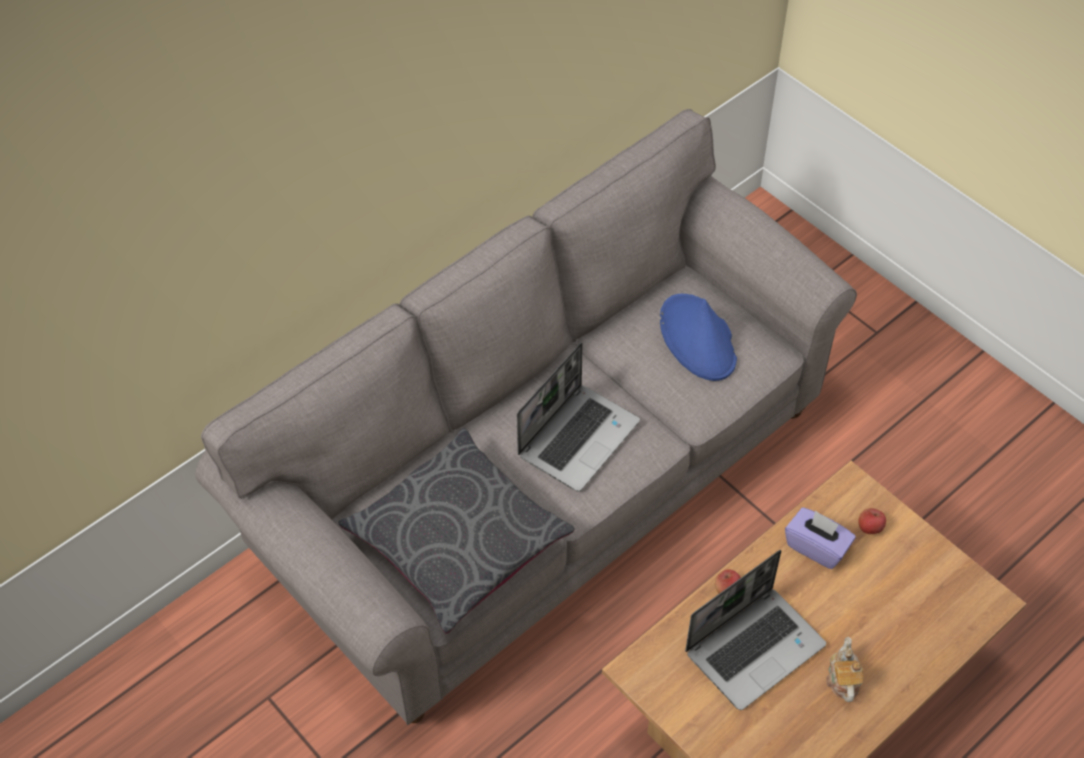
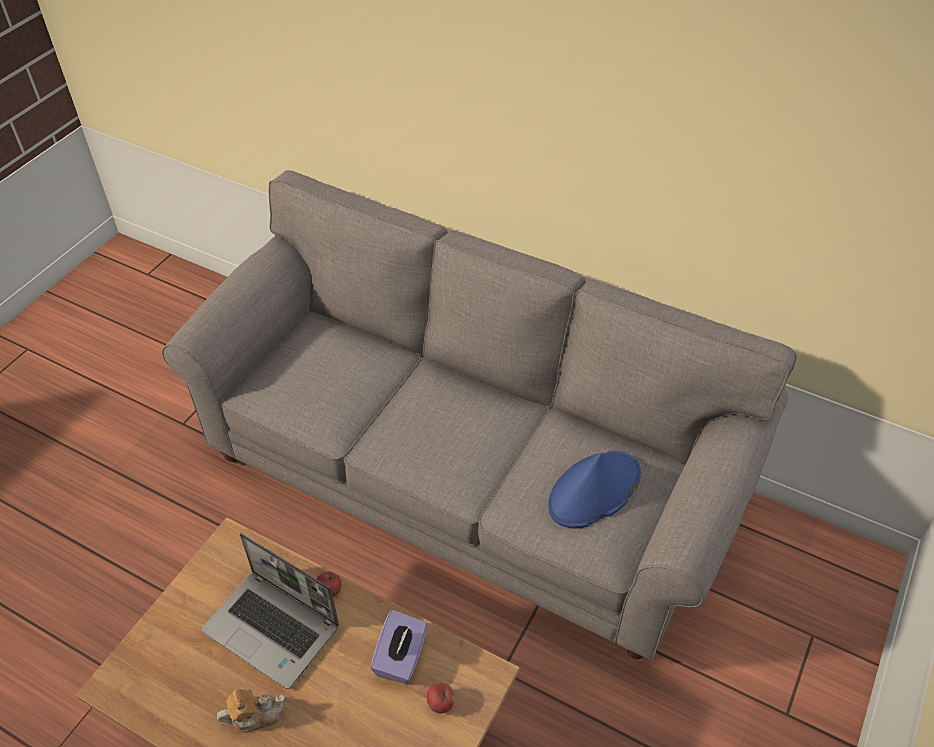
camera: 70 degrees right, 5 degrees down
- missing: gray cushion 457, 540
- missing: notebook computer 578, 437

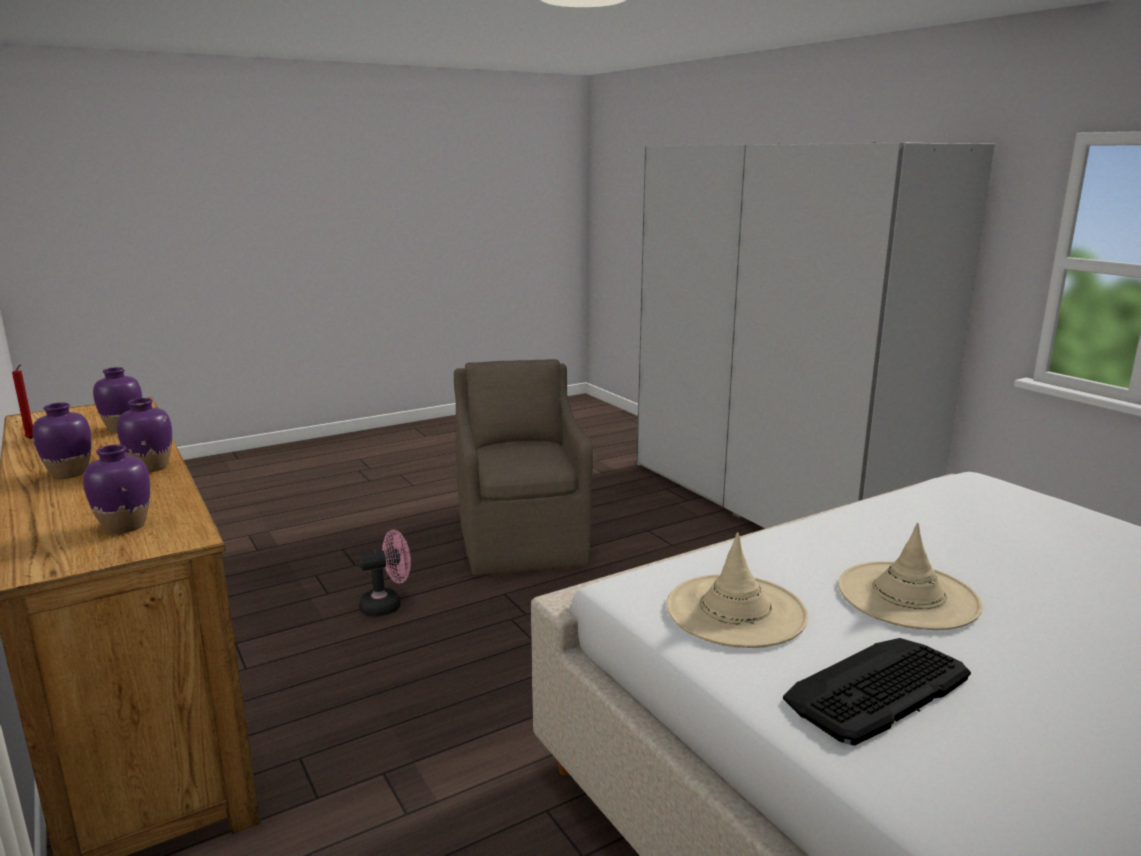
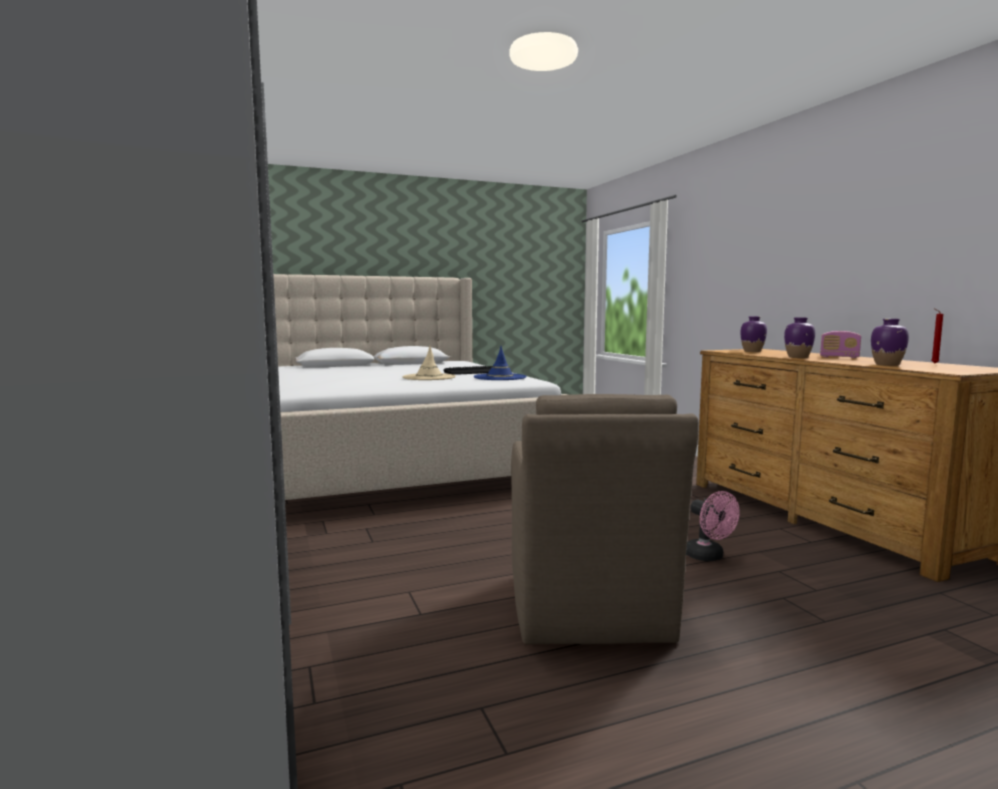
camera: 170 degrees left, 10 degrees down
- exchanged: purple decorative vase 69, 473 to radio set 839, 357
- colour: beige wearable hat 736, 611 to blue wearable hat 500, 377
- spun: pink cooling fan 387, 605 = 708, 557 105 degrees counterclockwise

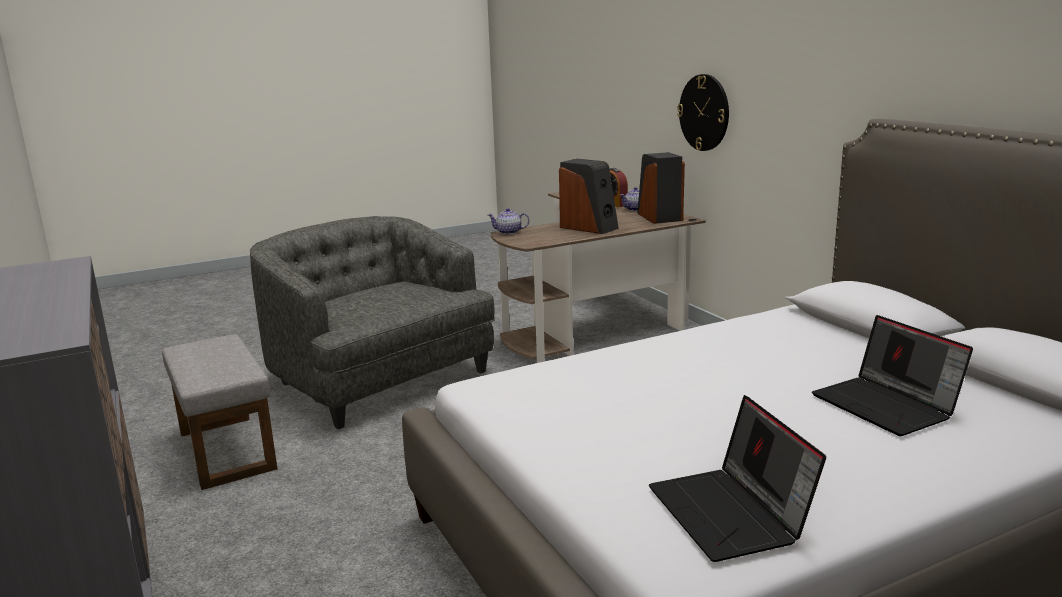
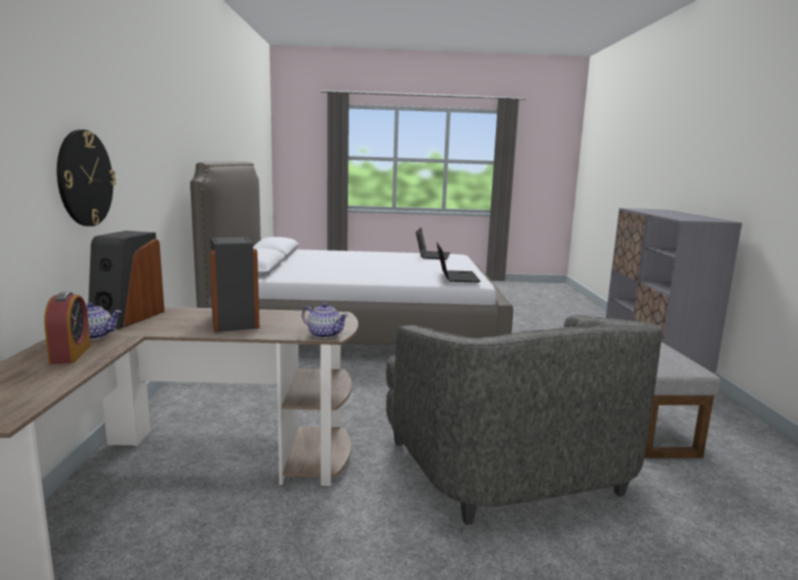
camera: 155 degrees left, 5 degrees down
- relocated: notebook computer 887, 406 to 455, 277

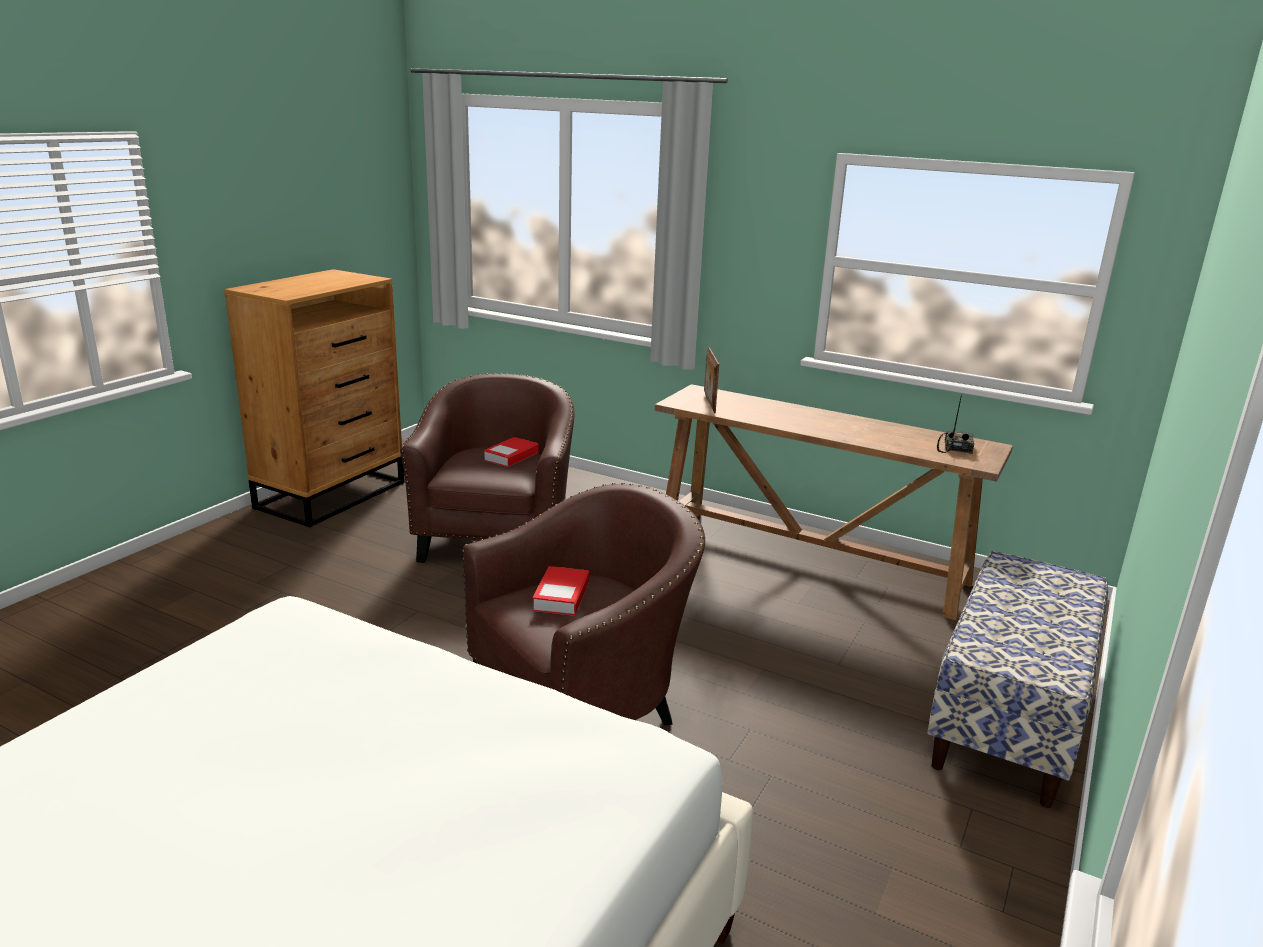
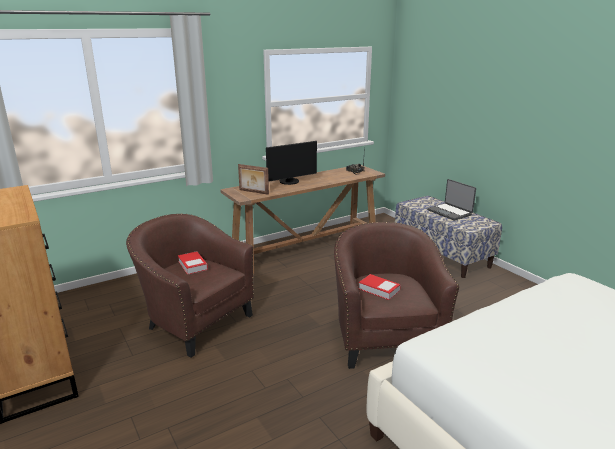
camera: 60 degrees left, 0 degrees up
- appeared: monitor 290, 182
- appeared: notebook computer 450, 212

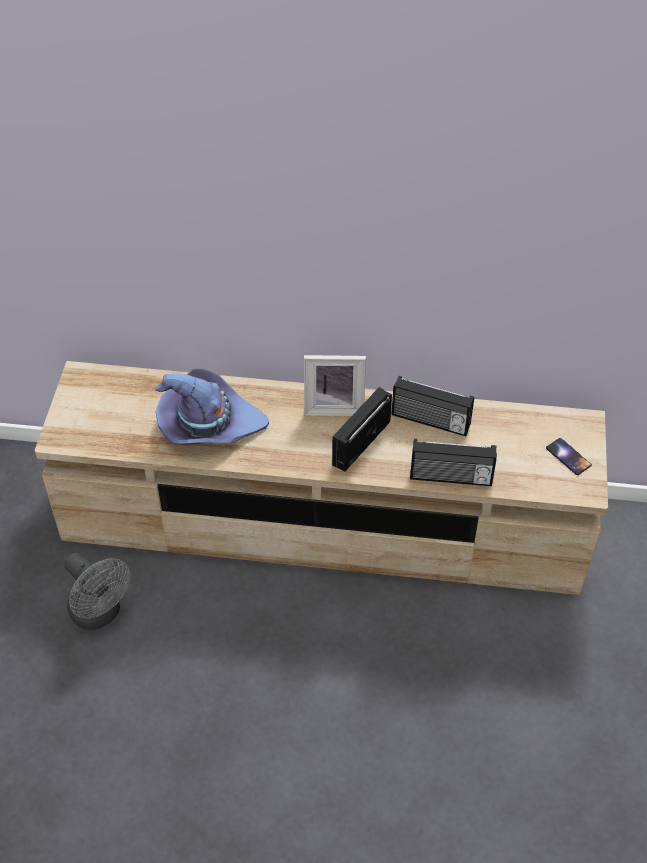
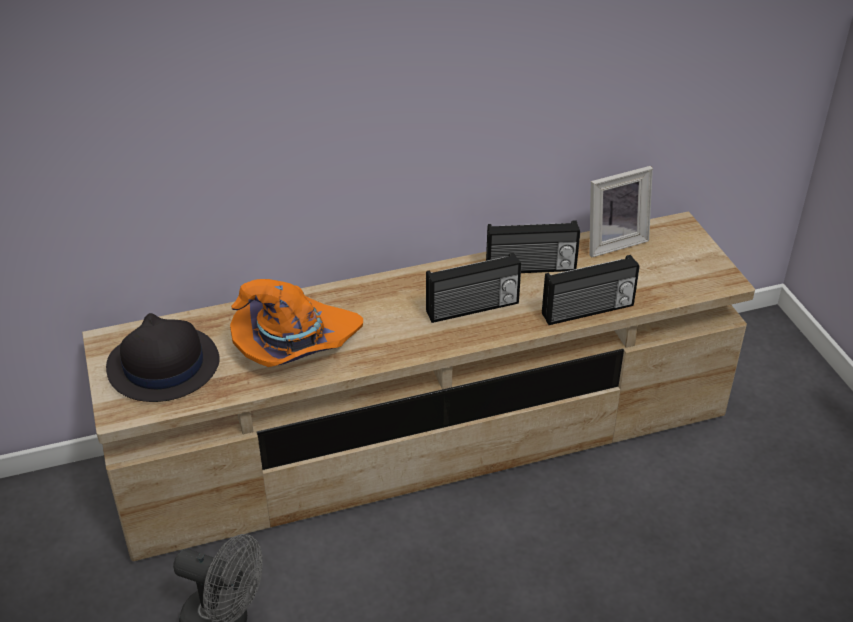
camera: 25 degrees left, 10 degrees down
- missing: phone 568, 456
- appeared: blackish wearable hat 162, 365
- relocated: photo frame 334, 406 to 612, 241
- colour: purple wearable hat 208, 424 to orangey wearable hat 294, 342
- spun: radio set 360, 442 = 473, 309 120 degrees counterclockwise

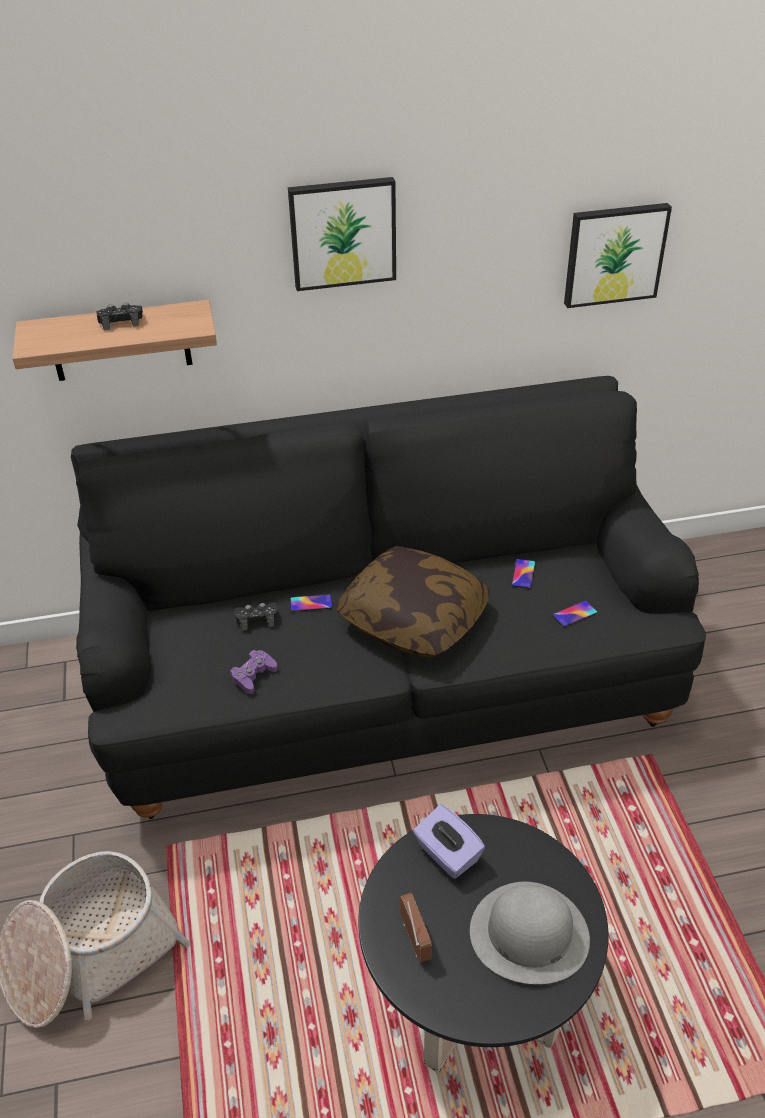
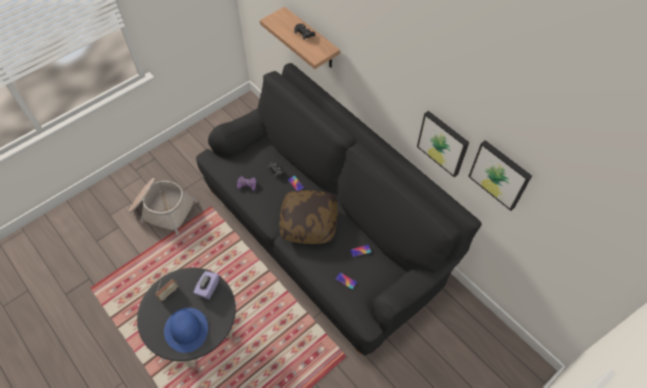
camera: 60 degrees right, 15 degrees up
- relocated: picture 342, 233 to 443, 143
- colour: gray wearable hat 528, 934 to blue wearable hat 186, 329

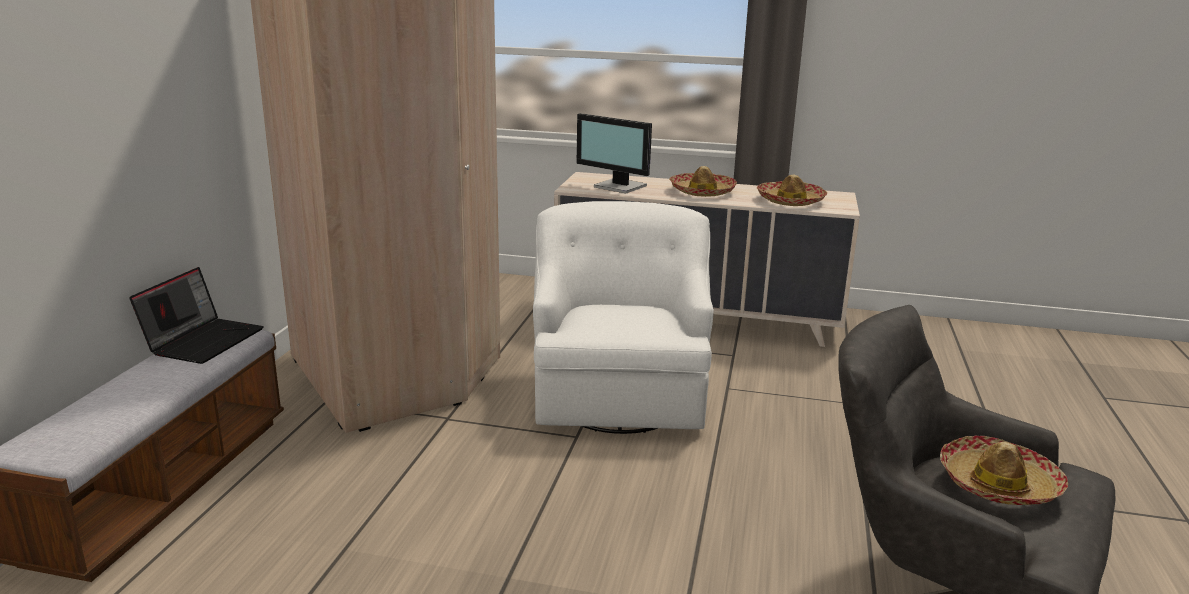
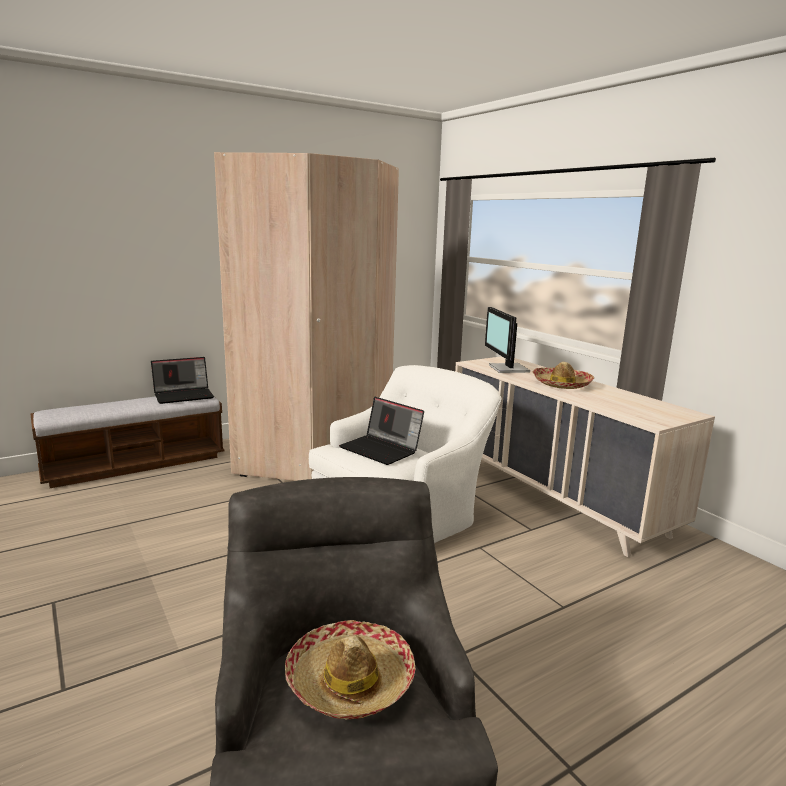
camera: 45 degrees right, 5 degrees down
- missing: wearable hat 790, 201
- appeared: notebook computer 382, 449

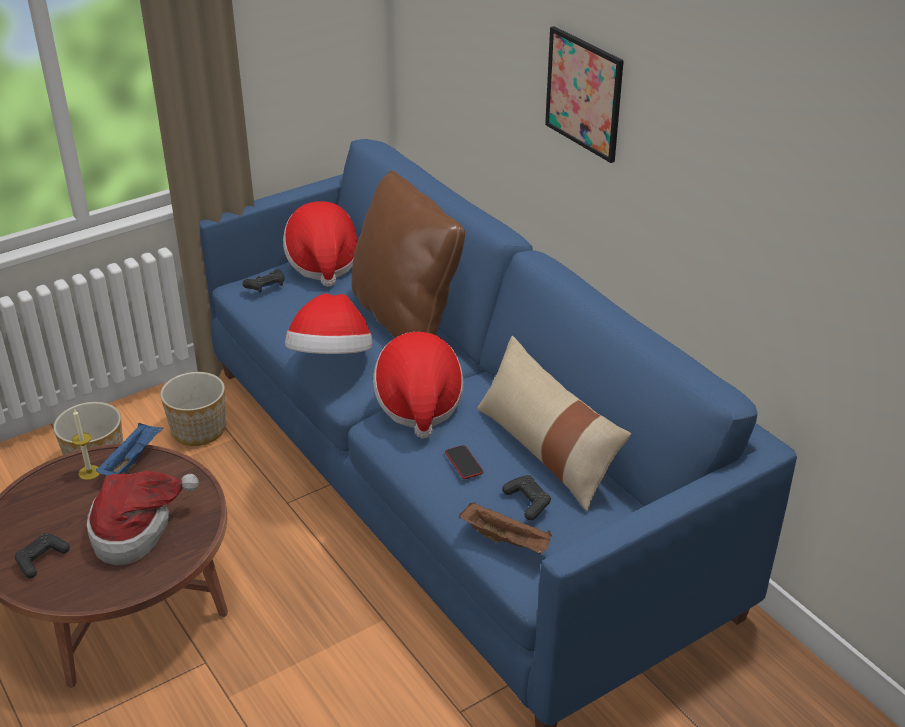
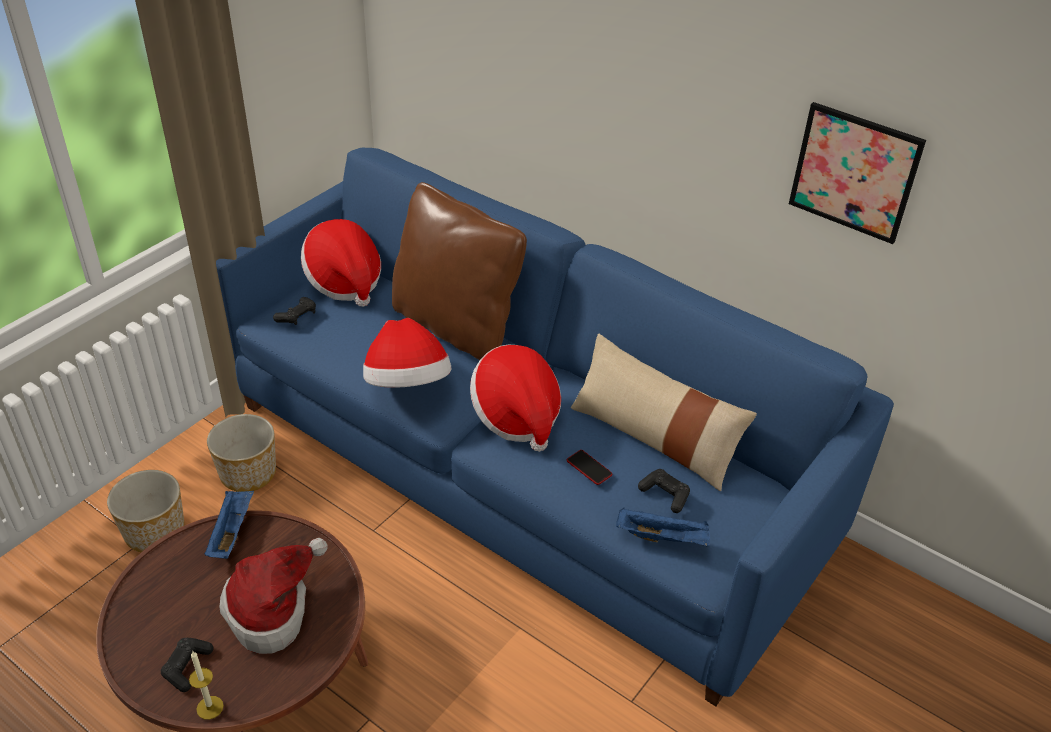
camera: 20 degrees left, 5 degrees up
- relocated: wax light 89, 472 to 210, 707
- relocated: picture 584, 93 to 854, 172
- colour: brown carrying tray 506, 540 to blue carrying tray 663, 537

